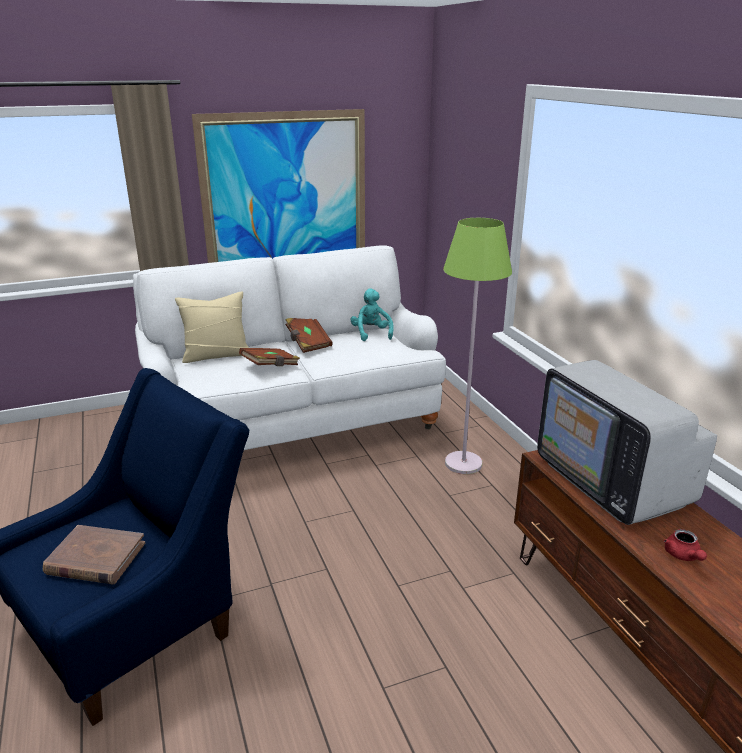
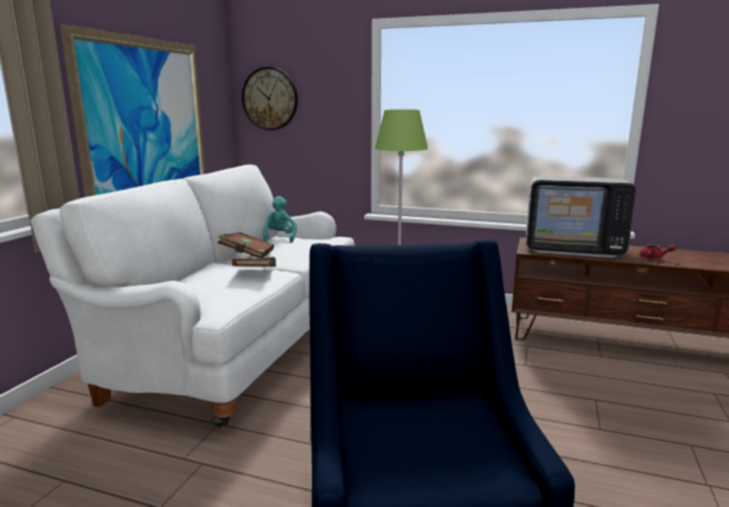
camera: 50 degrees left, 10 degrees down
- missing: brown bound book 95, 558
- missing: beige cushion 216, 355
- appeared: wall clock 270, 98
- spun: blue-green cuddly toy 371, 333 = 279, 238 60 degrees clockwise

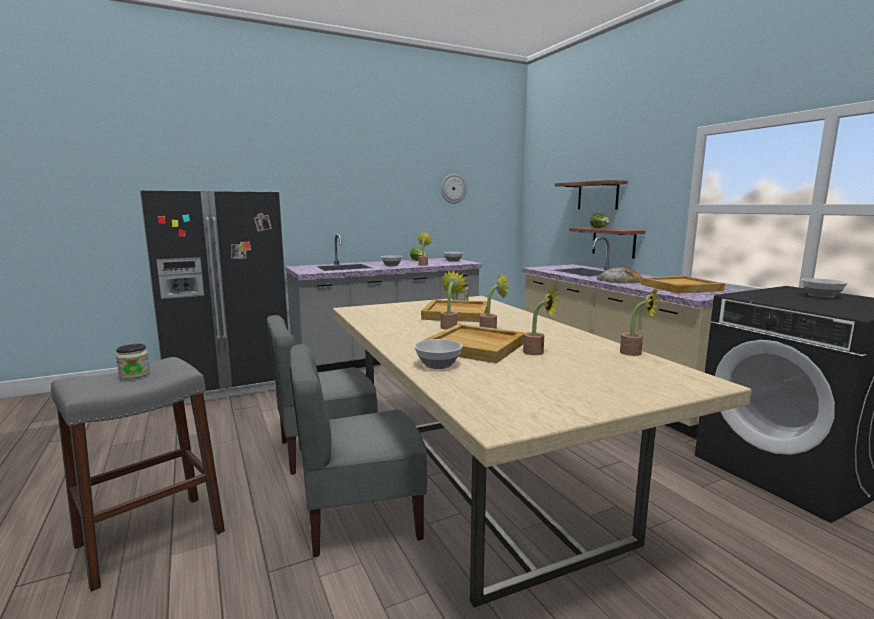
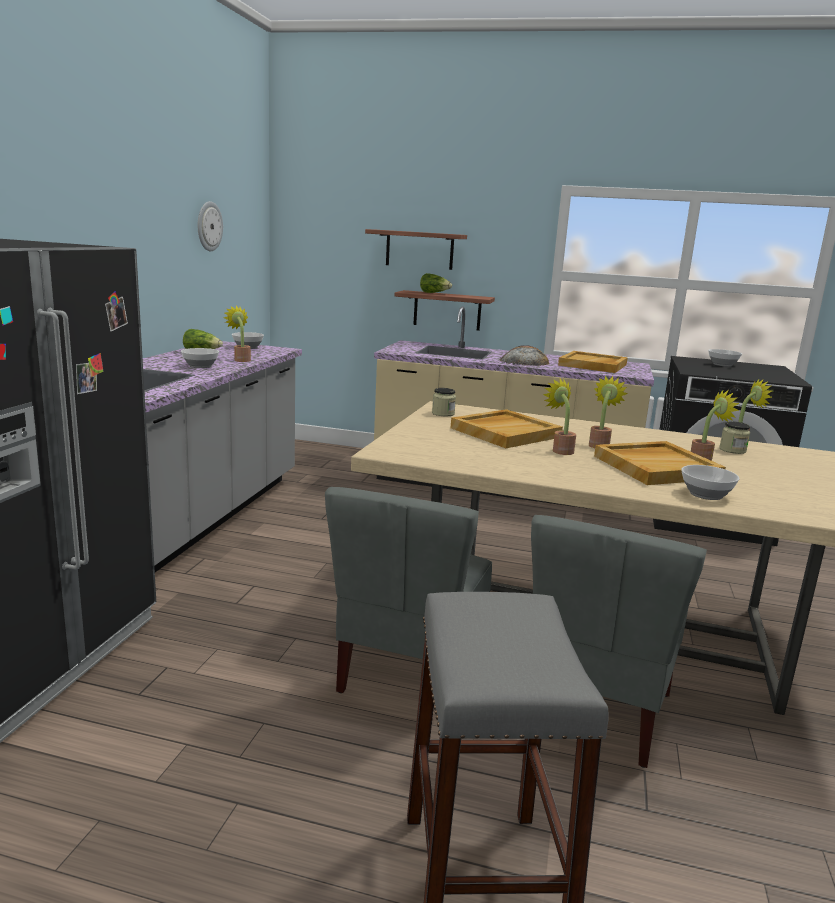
camera: 50 degrees left, 5 degrees up
- relocated: jar 134, 374 to 732, 450

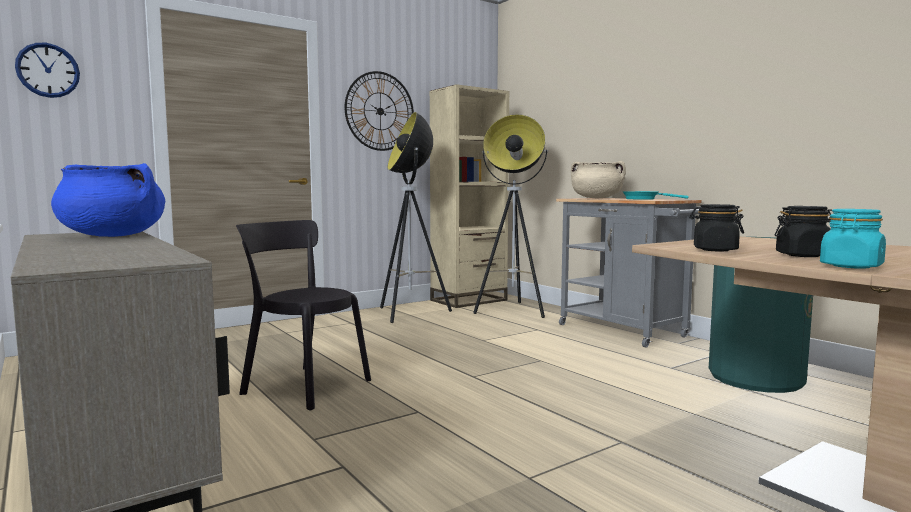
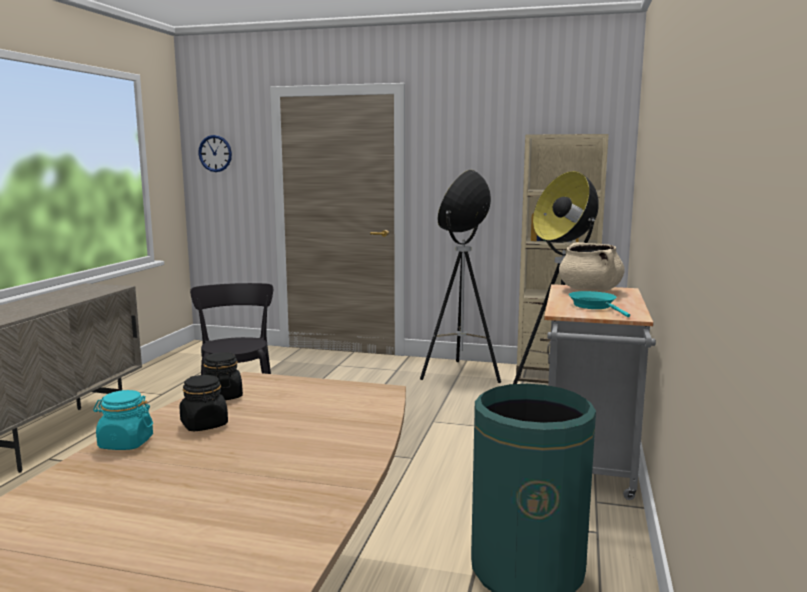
camera: 50 degrees right, 5 degrees up
- missing: blue saucepot 113, 236
- missing: wall clock 380, 111

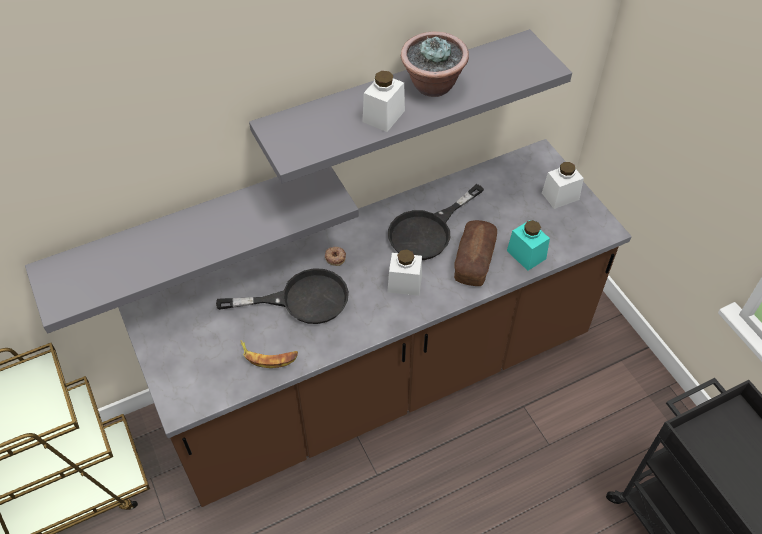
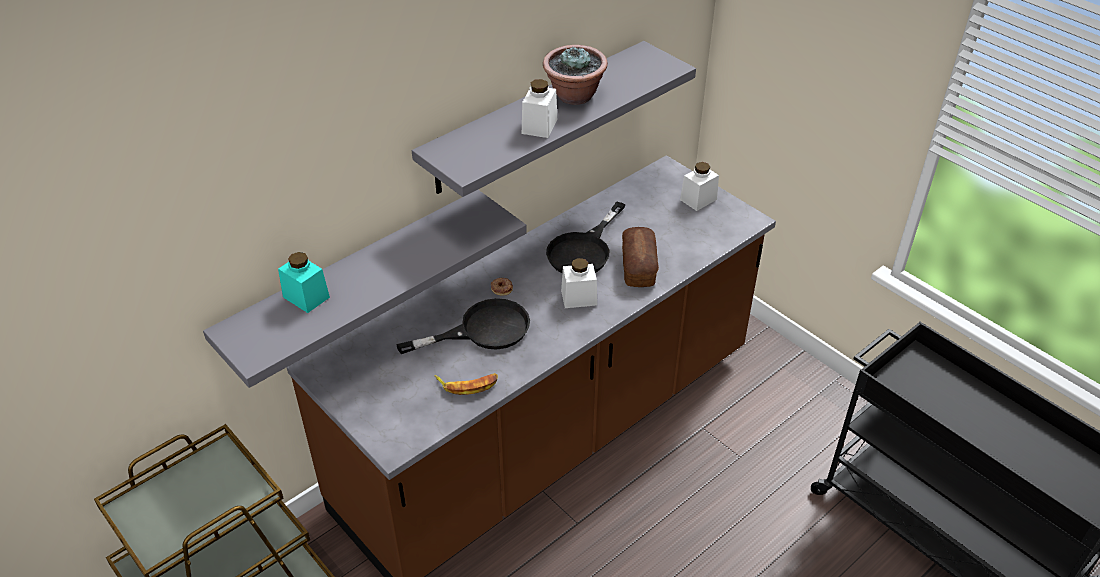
camera: 15 degrees left, 10 degrees down
- relocated: blue-green jar 526, 255 to 306, 297

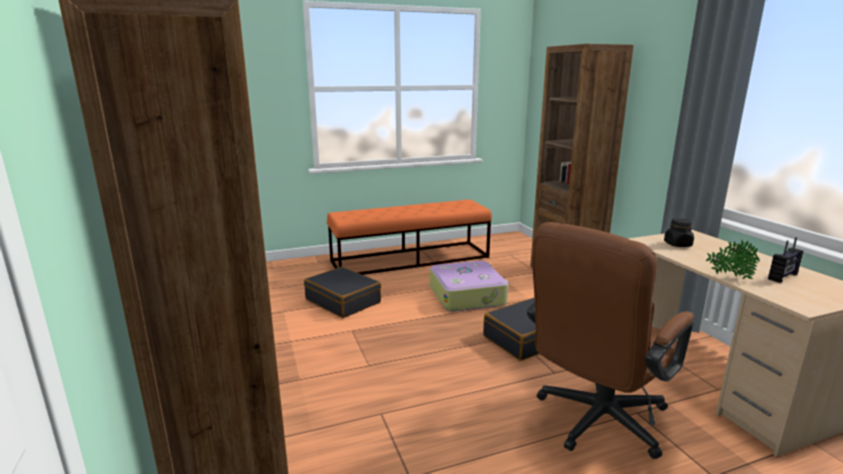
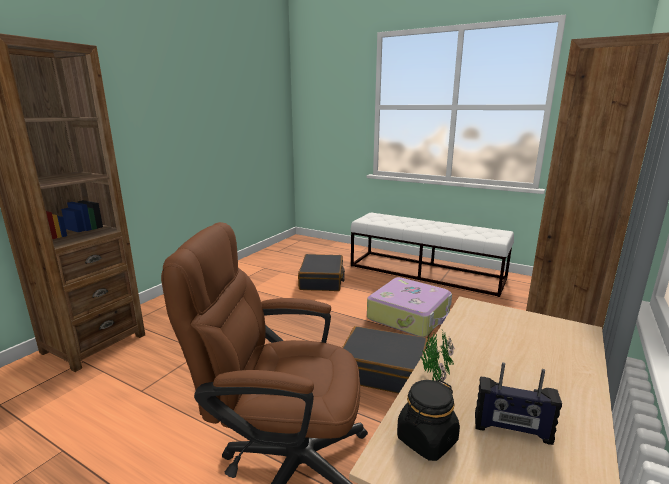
camera: 50 degrees right, 0 degrees up
- relocated: blackish jar 678, 244 to 426, 440
- colour: orangey long seat 411, 259 to white long seat 426, 272

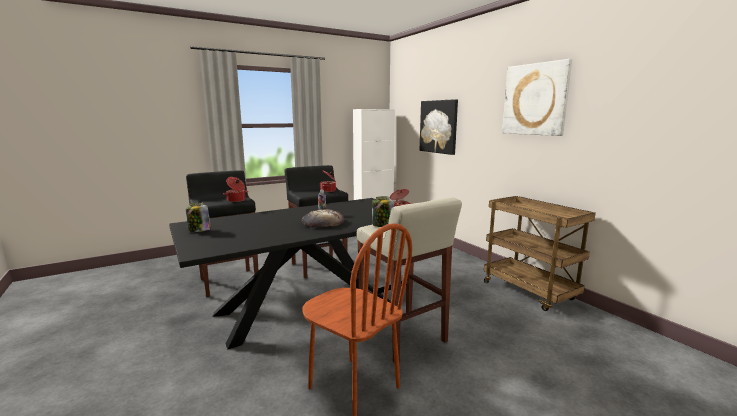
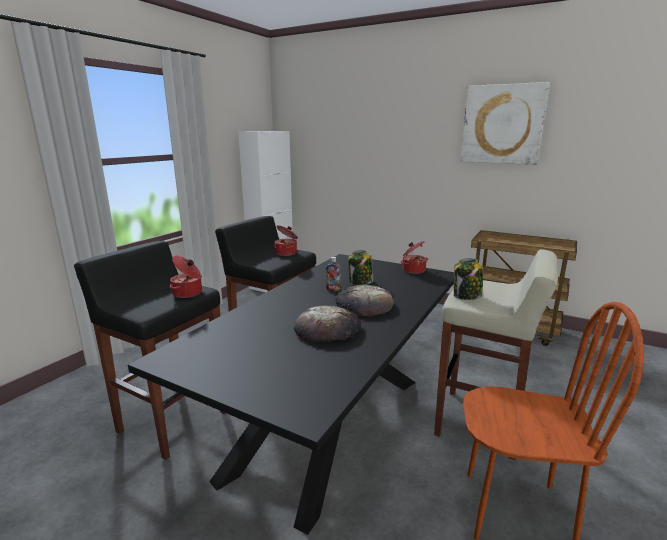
camera: 30 degrees left, 5 degrees up
- missing: picture 438, 126
- appeared: bread 328, 329
- relocated: jar 199, 230 to 360, 282

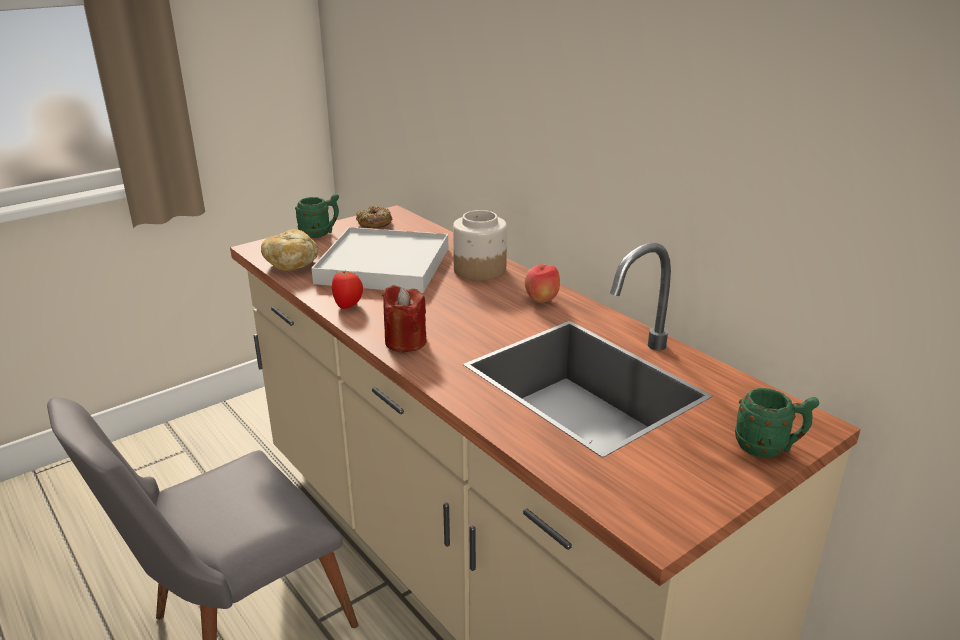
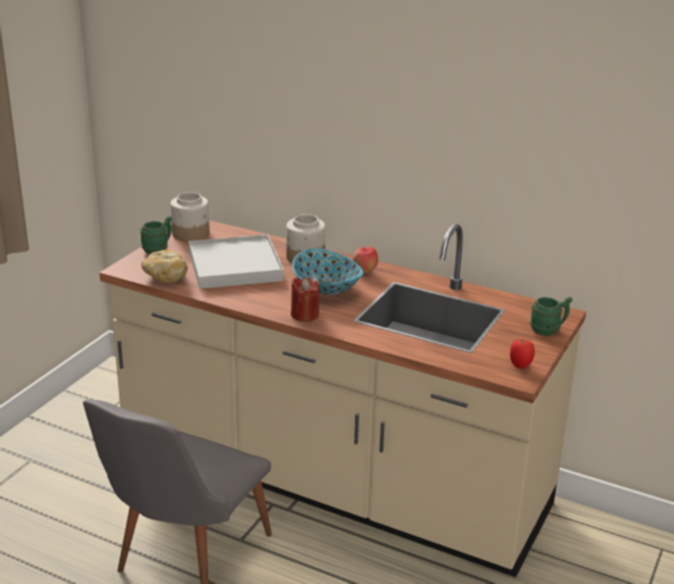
camera: 25 degrees left, 0 degrees up
- appeared: serving bowl 326, 288
- relocated: fresh tomato 348, 306 to 520, 365
- exchanged: doughnut 374, 223 to jar 191, 234

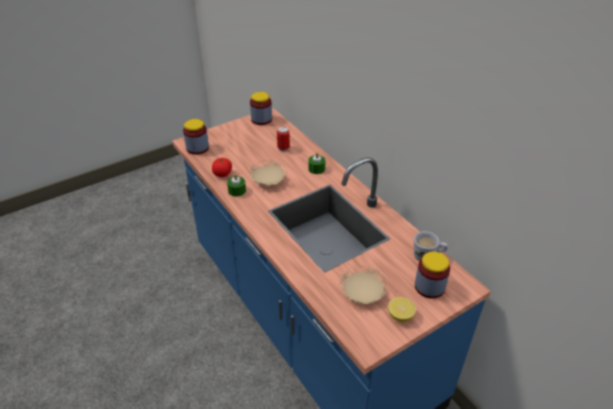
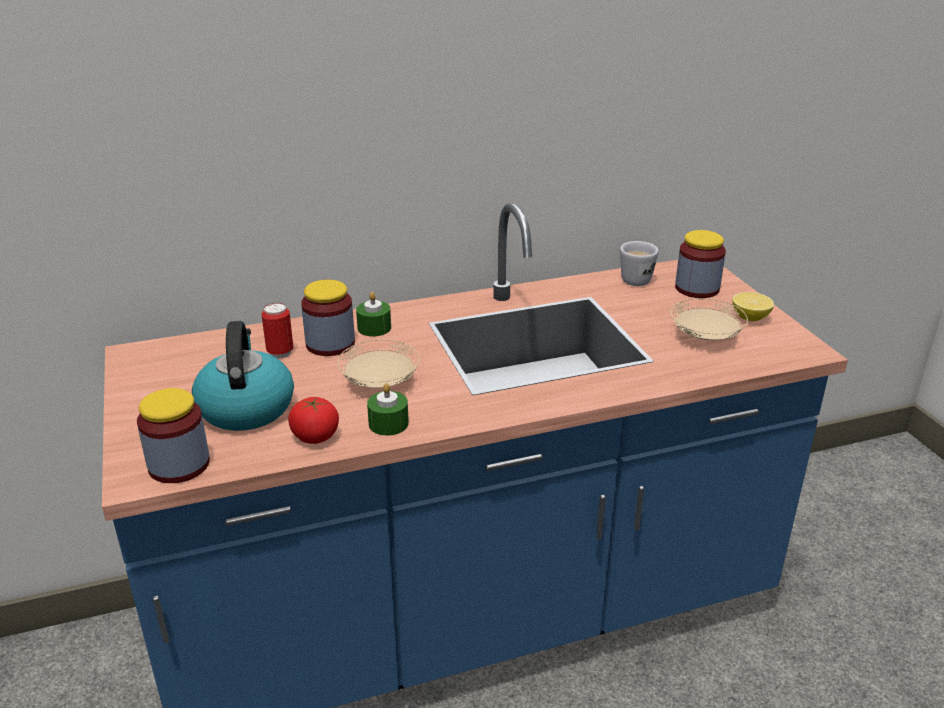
camera: 75 degrees left, 10 degrees down
- appeared: kettle 245, 407
- relocated: jar 261, 119 to 330, 344

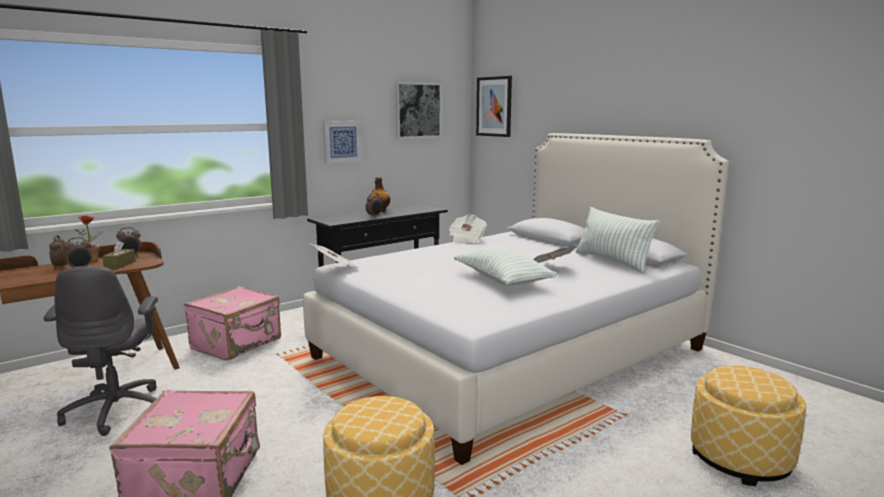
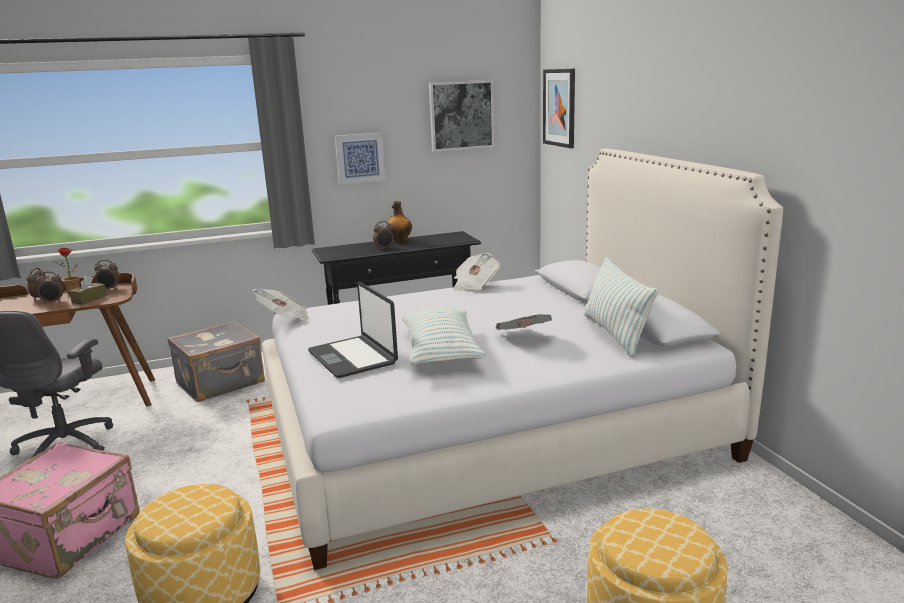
camera: 20 degrees right, 5 degrees up
- appeared: notebook computer 353, 357
- colour: pink suitcase 237, 344 to gray suitcase 221, 384

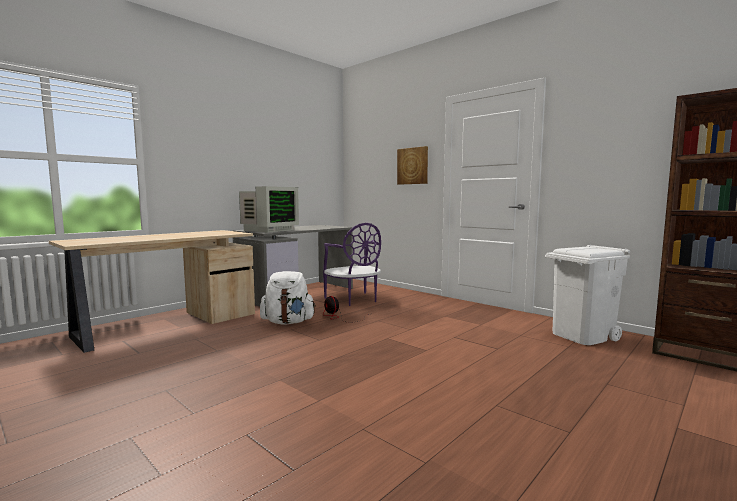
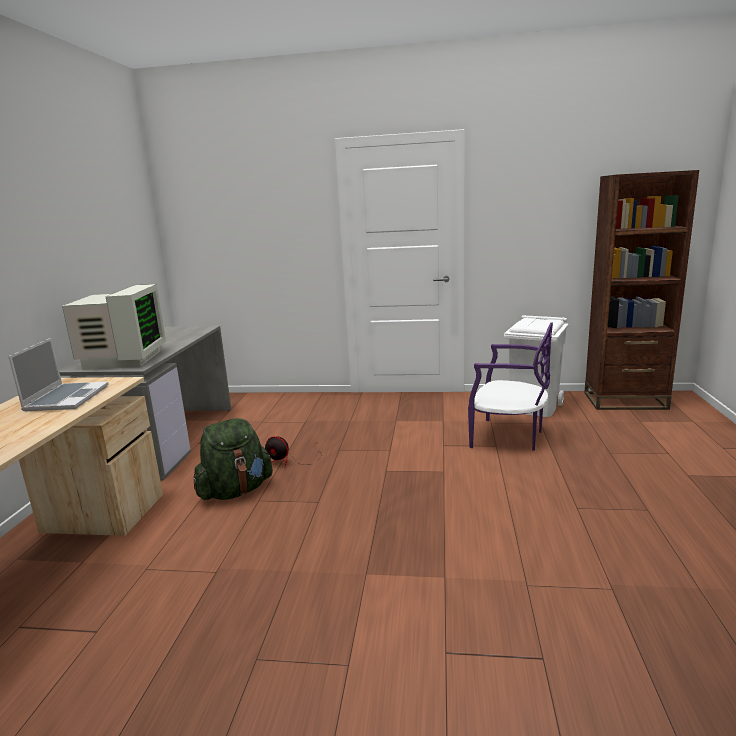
camera: 35 degrees left, 10 degrees up
- missing: picture 413, 166
- appeared: notebook computer 67, 398
- relocated: purple plain chair 354, 299 to 509, 437
- colour: white backpack 288, 322 to green backpack 236, 491

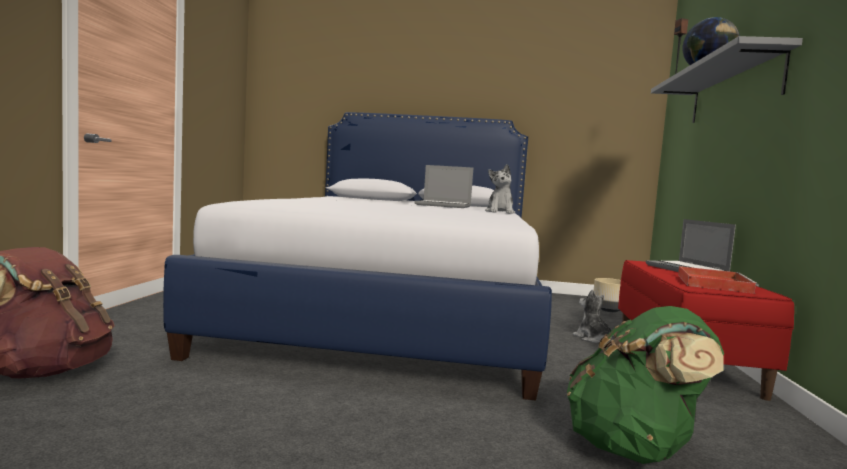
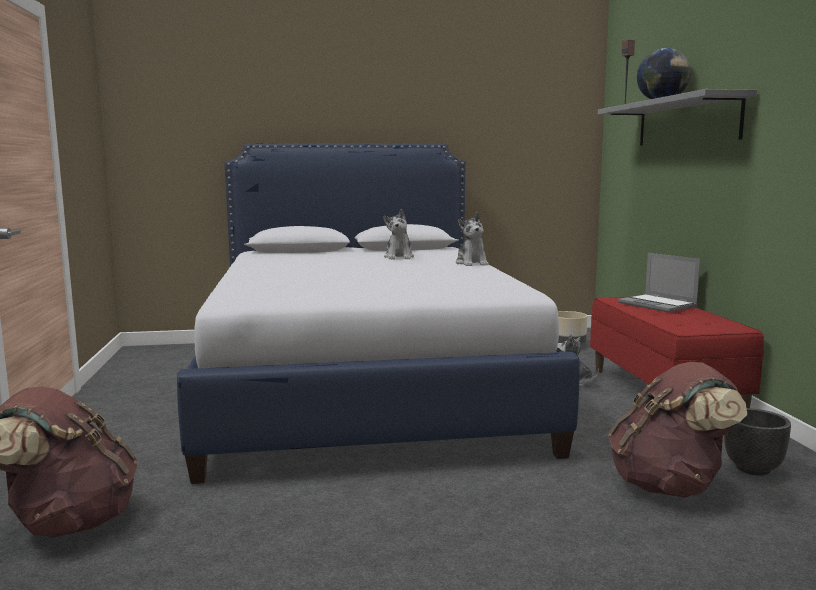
camera: 15 degrees left, 5 degrees up
- missing: reddish carrying tray 712, 283
- appeared: blackish flower pot 752, 469
- exchanged: notebook computer 444, 206 to cuddly toy 399, 257
- colour: green backpack 633, 449 to brown backpack 669, 486

